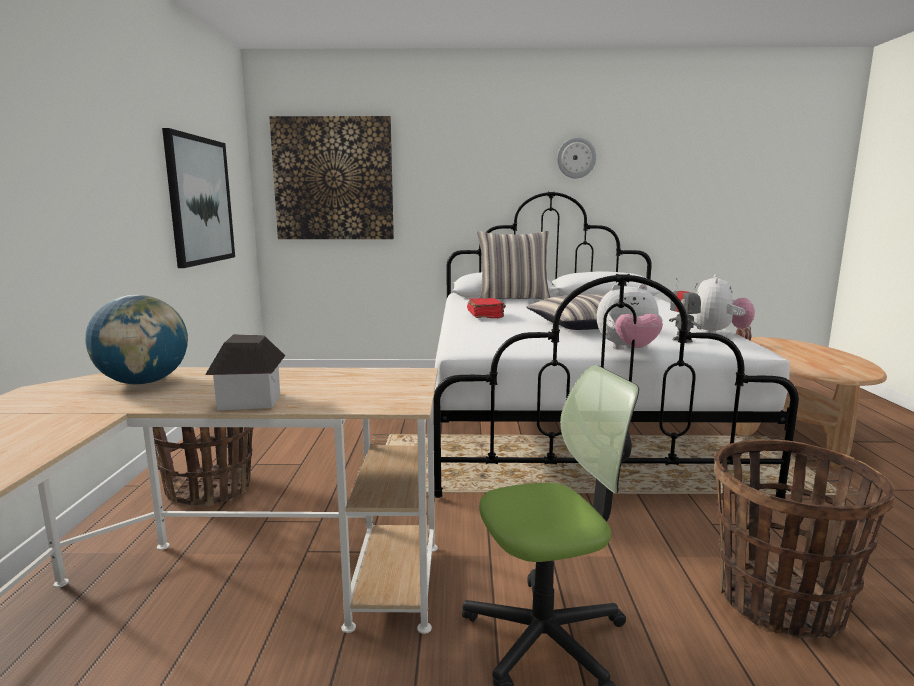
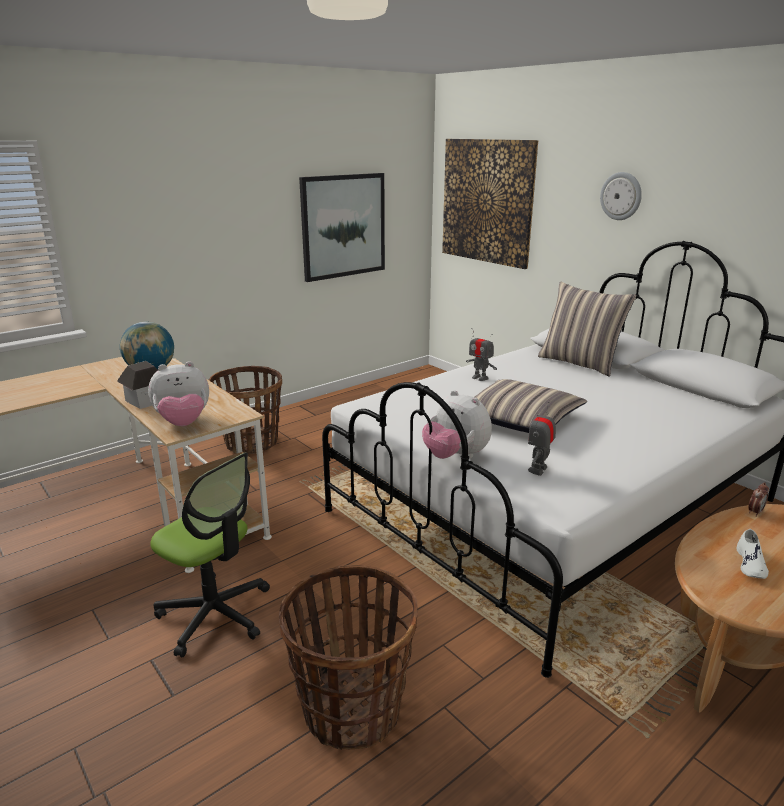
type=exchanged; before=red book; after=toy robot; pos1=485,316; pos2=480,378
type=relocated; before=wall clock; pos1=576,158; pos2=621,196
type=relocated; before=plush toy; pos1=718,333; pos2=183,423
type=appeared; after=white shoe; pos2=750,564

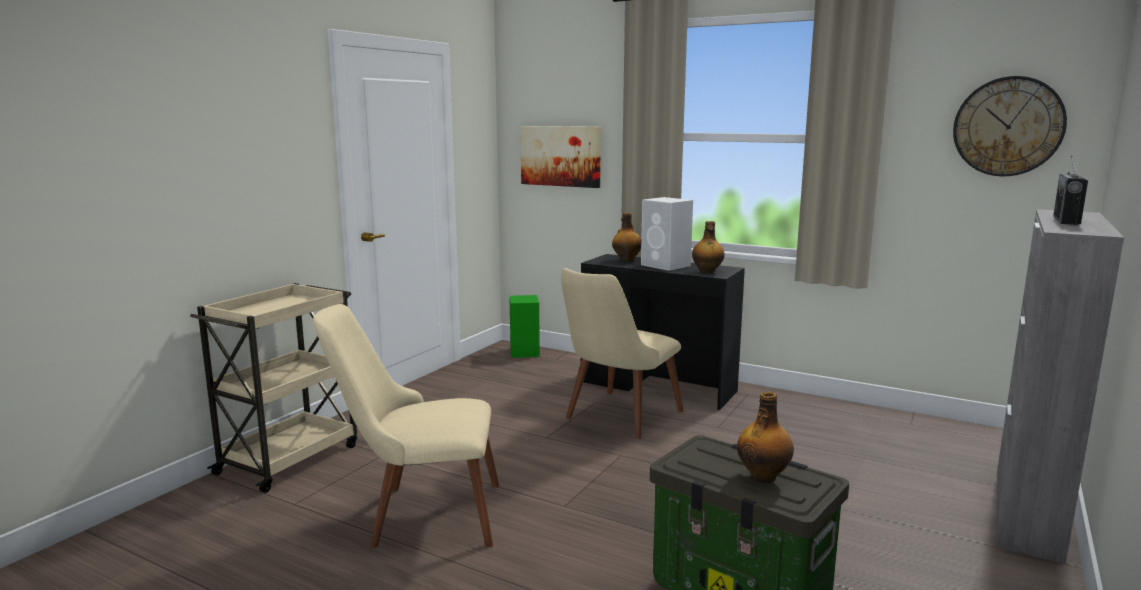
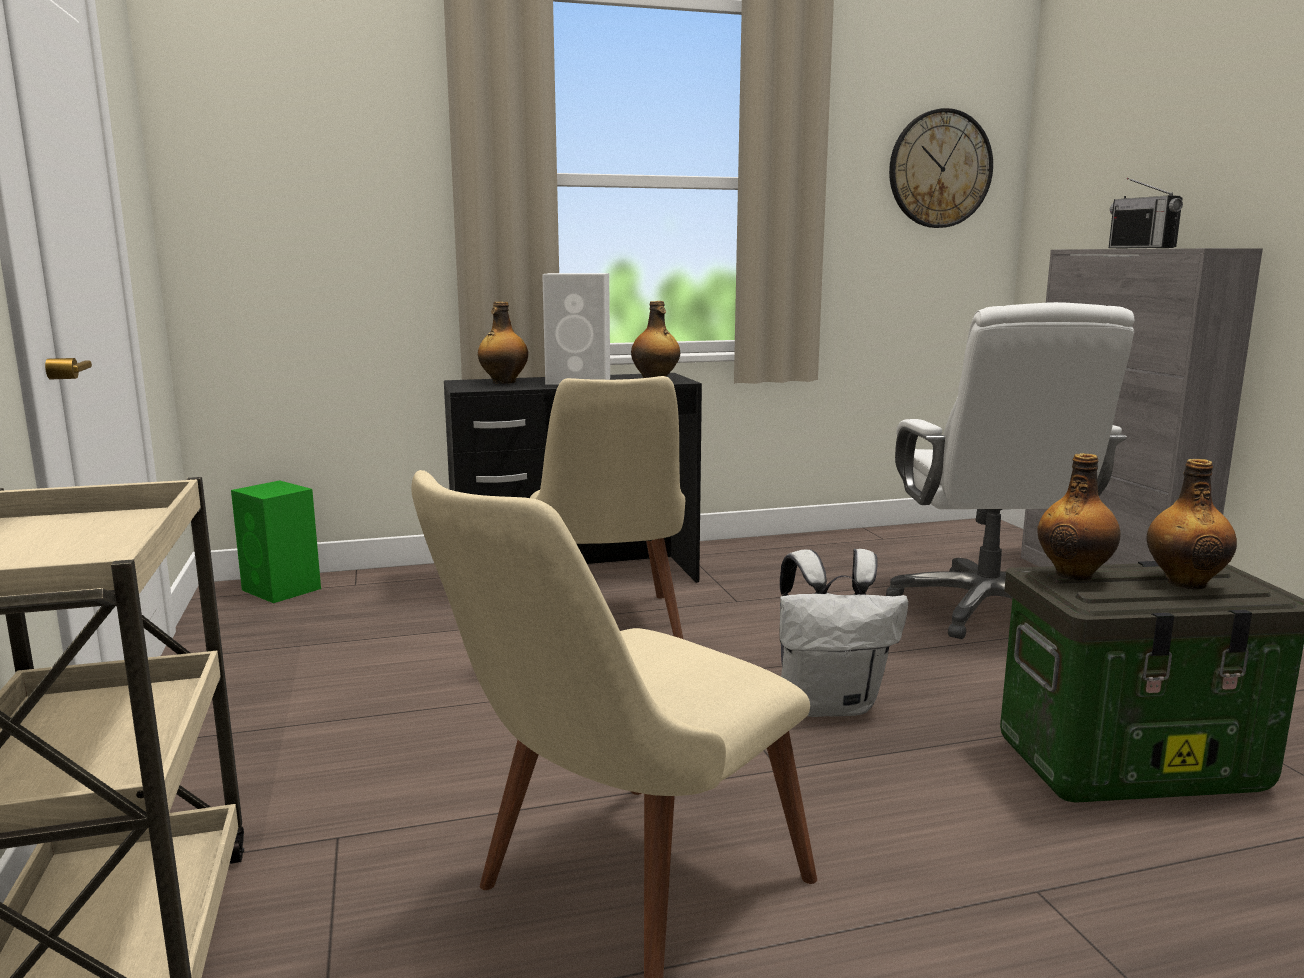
type=missing; before=picture; pos1=561,156
type=appeared; after=white backpack; pos2=830,704
type=appeared; after=white office chair; pos2=986,609
type=appeared; after=bottle; pos2=1074,574

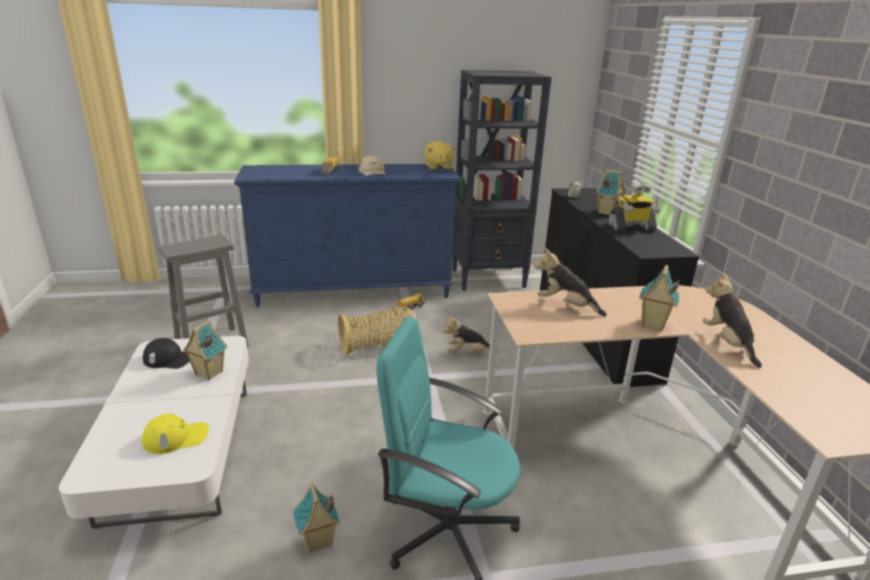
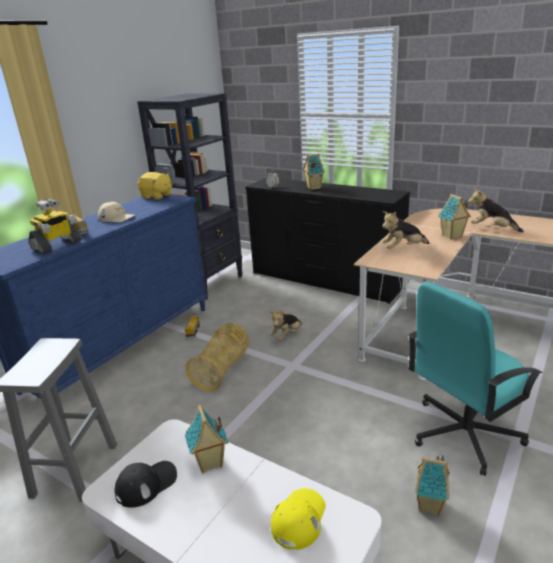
type=relocated; before=toy robot; pos1=631,228; pos2=57,245

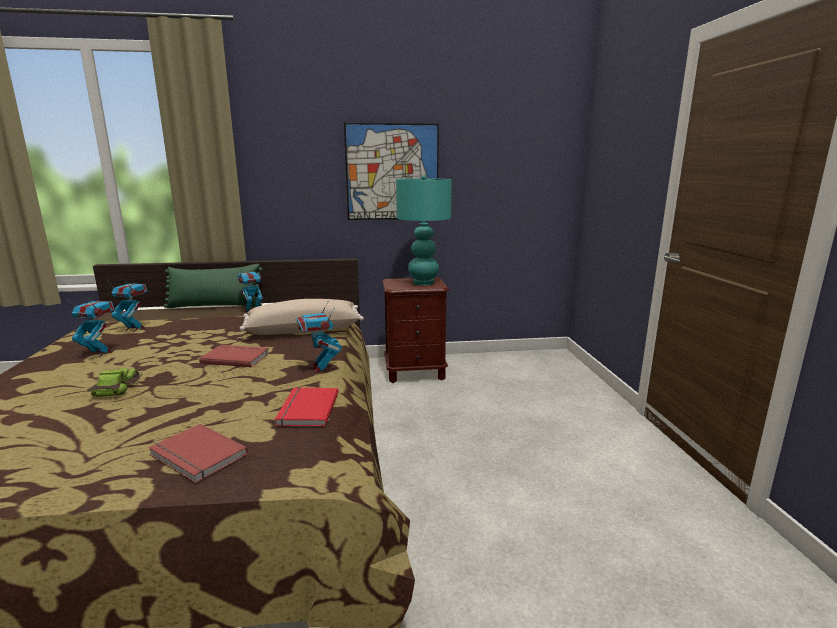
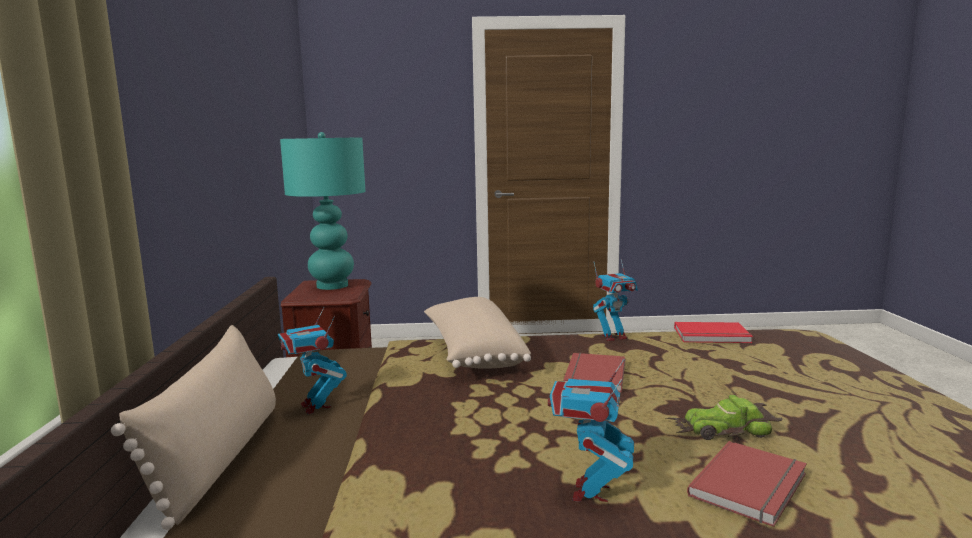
type=missing; before=toy robot; pos1=134,329
type=relocated; before=red book; pos1=196,456; pos2=752,486
type=colour; before=green pillow; after=beige pillow; pos1=215,306; pos2=219,457
type=missing; before=picture; pos1=392,172

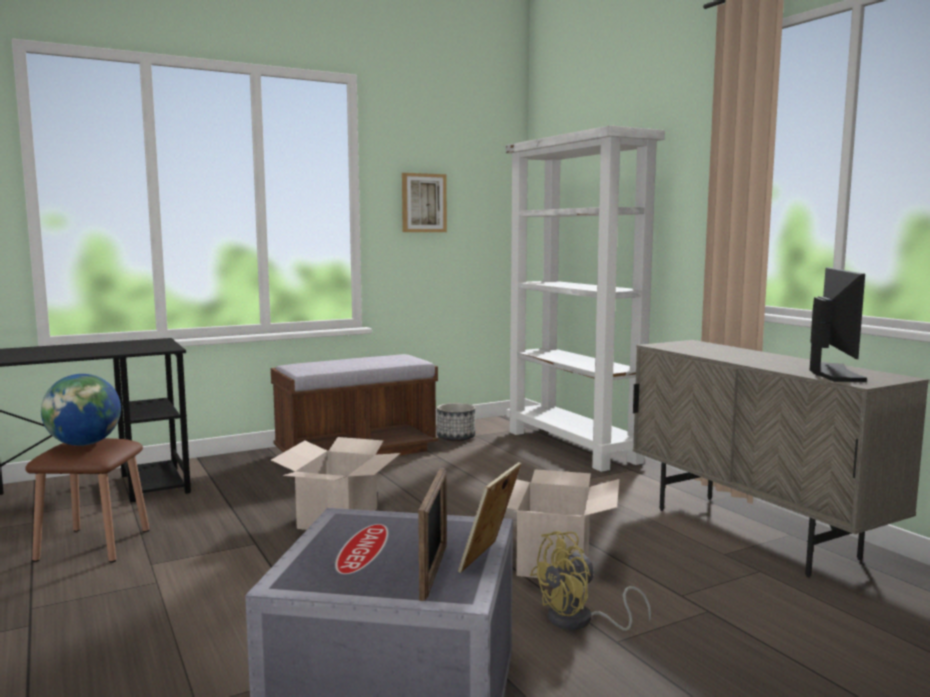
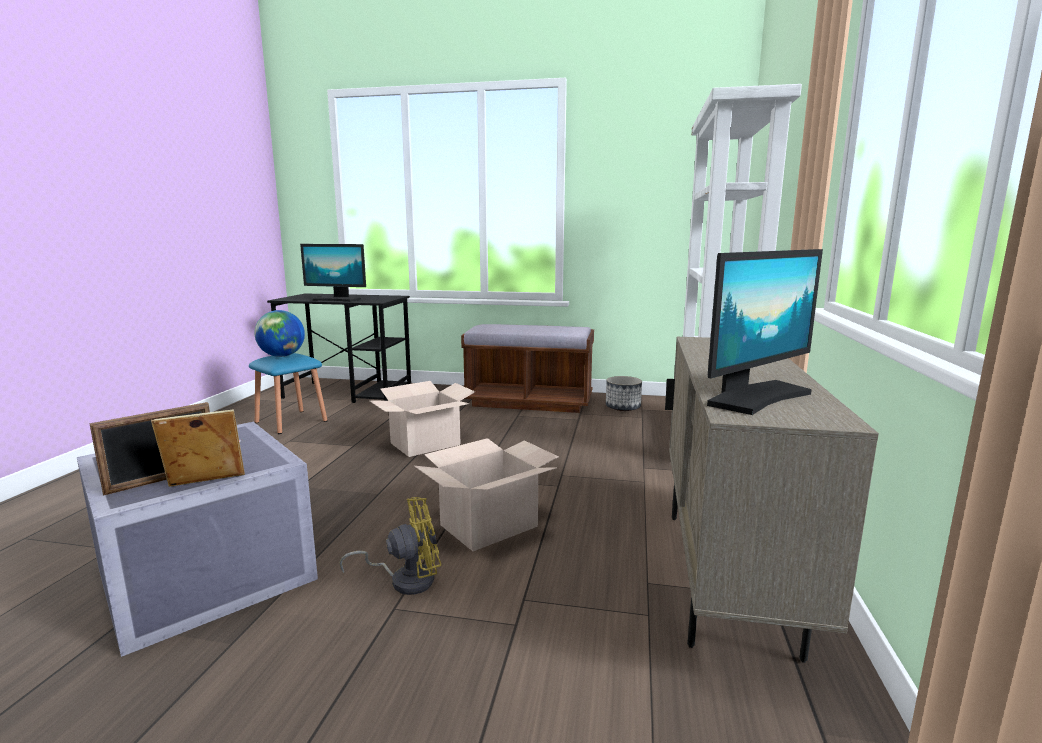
type=colour; before=brown stool; after=blue stool; pos1=93,545; pos2=291,421
type=missing; before=picture; pos1=423,203
type=spun; before=yellow fan; pos1=580,621; pos2=405,579; turn=150
type=appeared; after=monitor; pos2=336,299

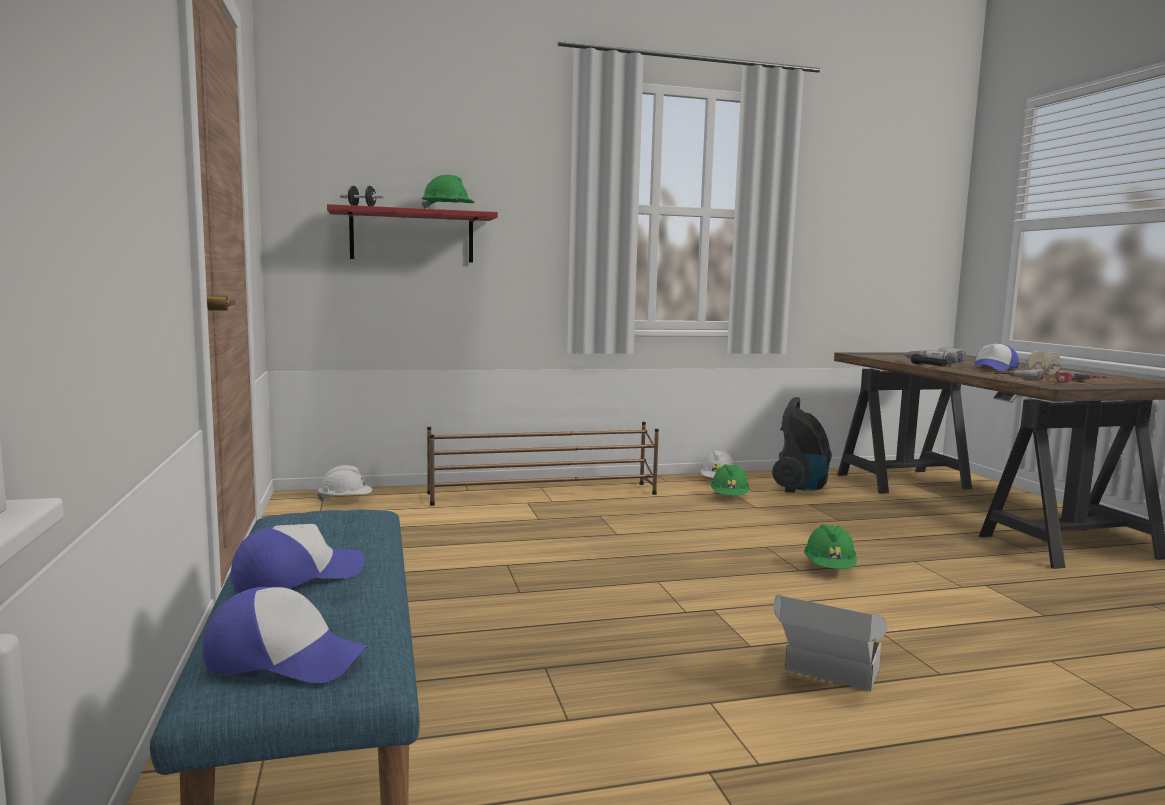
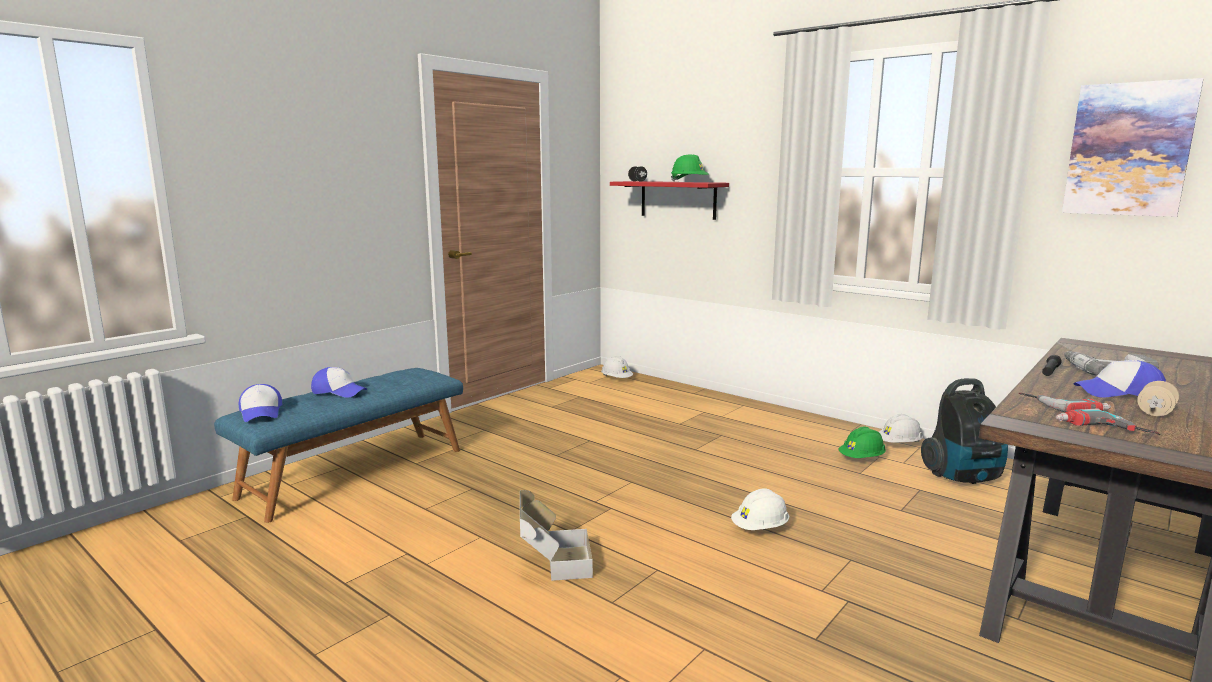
type=missing; before=brown shoe rack; pos1=544,494
type=colour; before=green hard hat; after=white hard hat; pos1=829,568; pos2=760,528
type=appeared; after=picture; pos2=1128,149

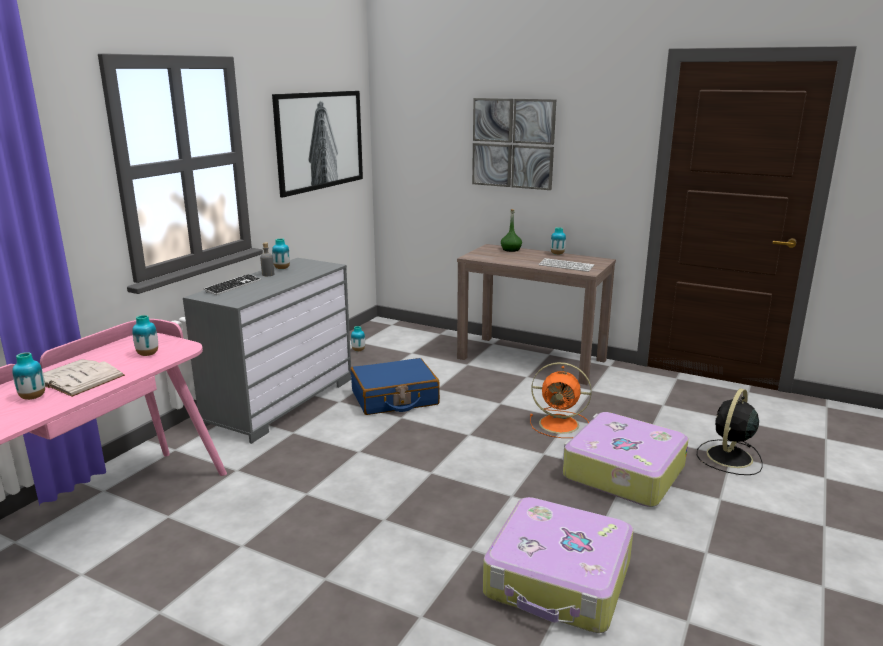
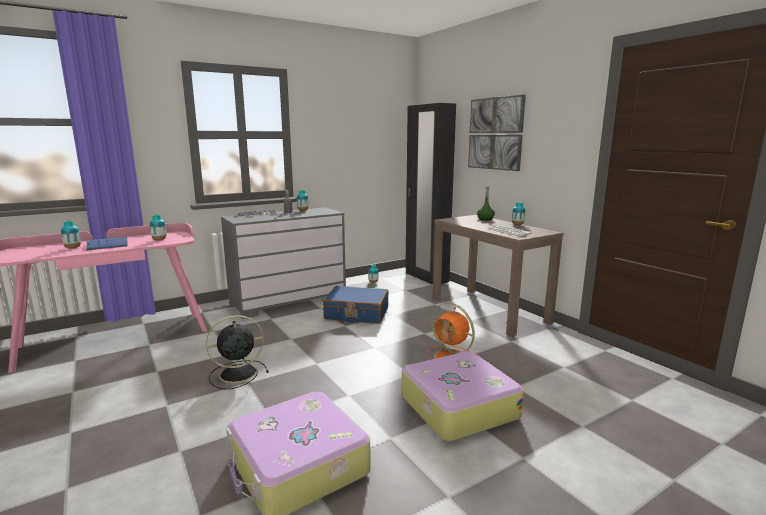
type=colour; before=white book; after=blue book; pos1=76,378; pos2=107,244
type=missing; before=picture; pos1=320,140
type=relocated; before=black fan; pos1=728,457; pos2=236,374
type=appeared; after=black wardrobe; pos2=426,277

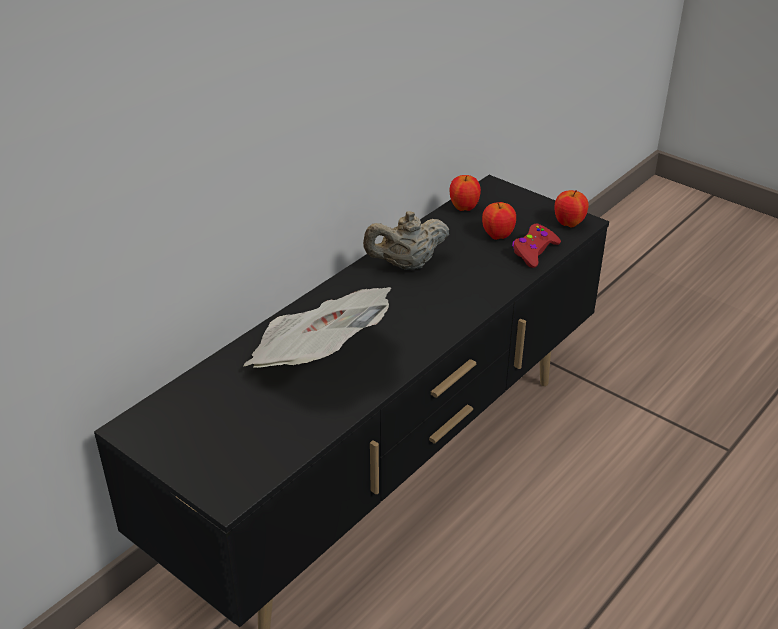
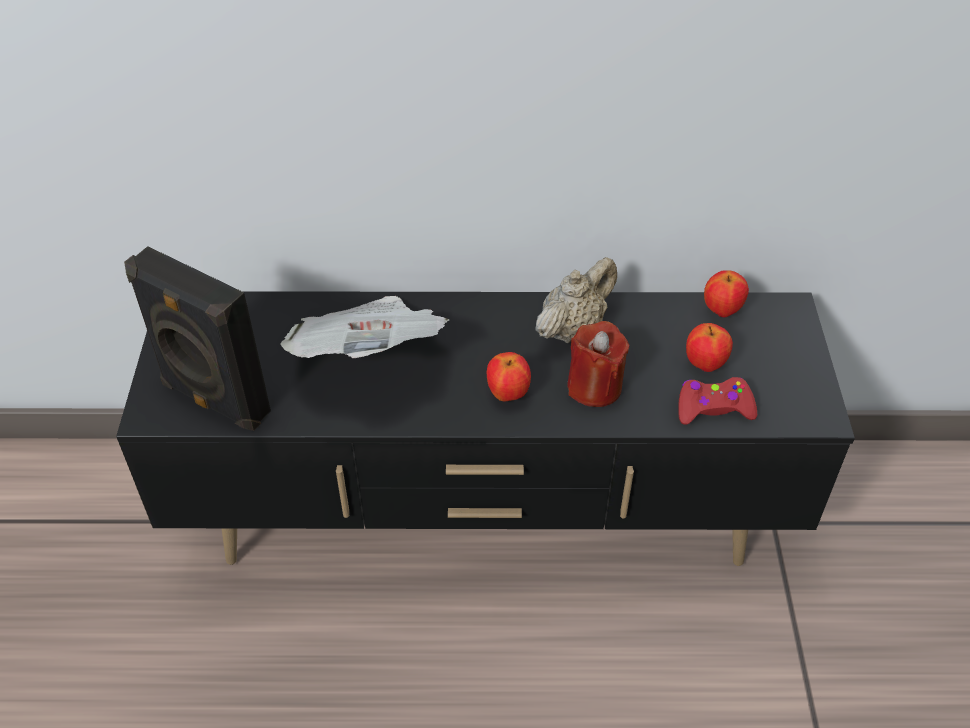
type=spun; before=beige teapot; pos1=406,265; pos2=573,328; turn=105
type=relocated; before=apple; pos1=569,224; pos2=508,394
type=appeared; after=black speaker; pos2=214,400
type=appeared; after=red candle; pos2=594,387

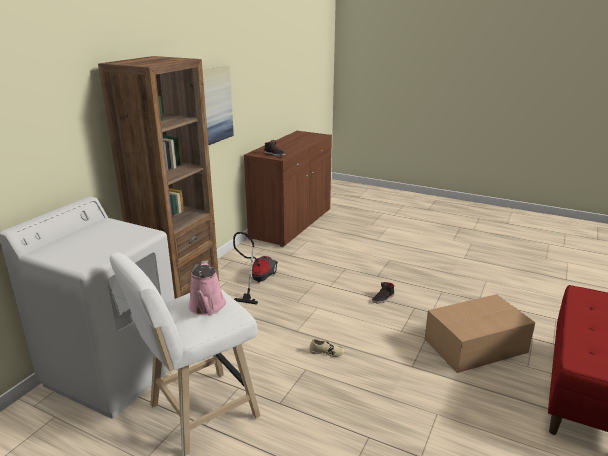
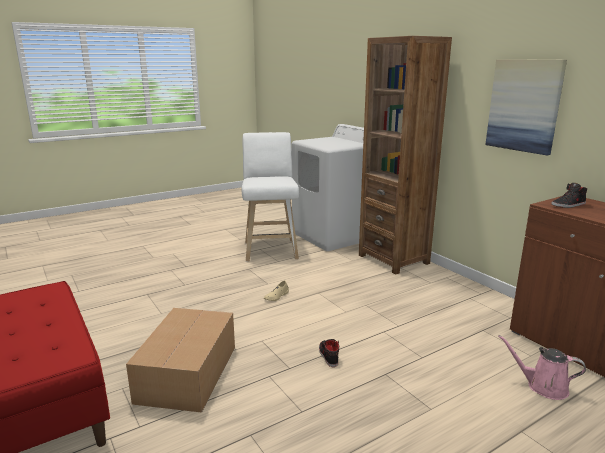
type=relocated; before=pink watering can; pos1=207,307; pos2=543,386
type=missing; before=vacuum cleaner; pos1=256,281

